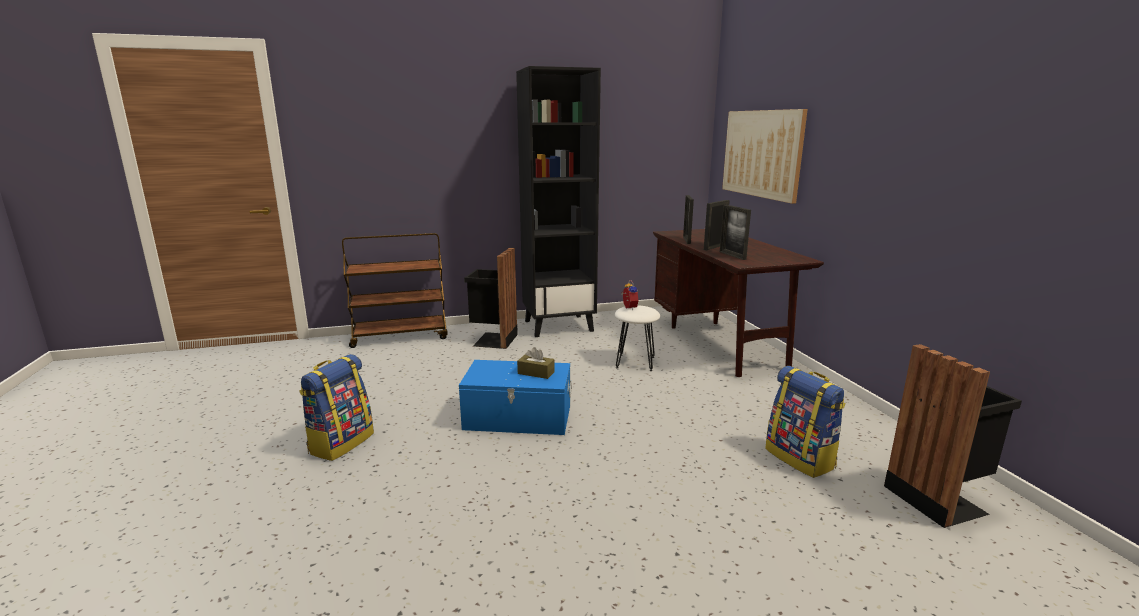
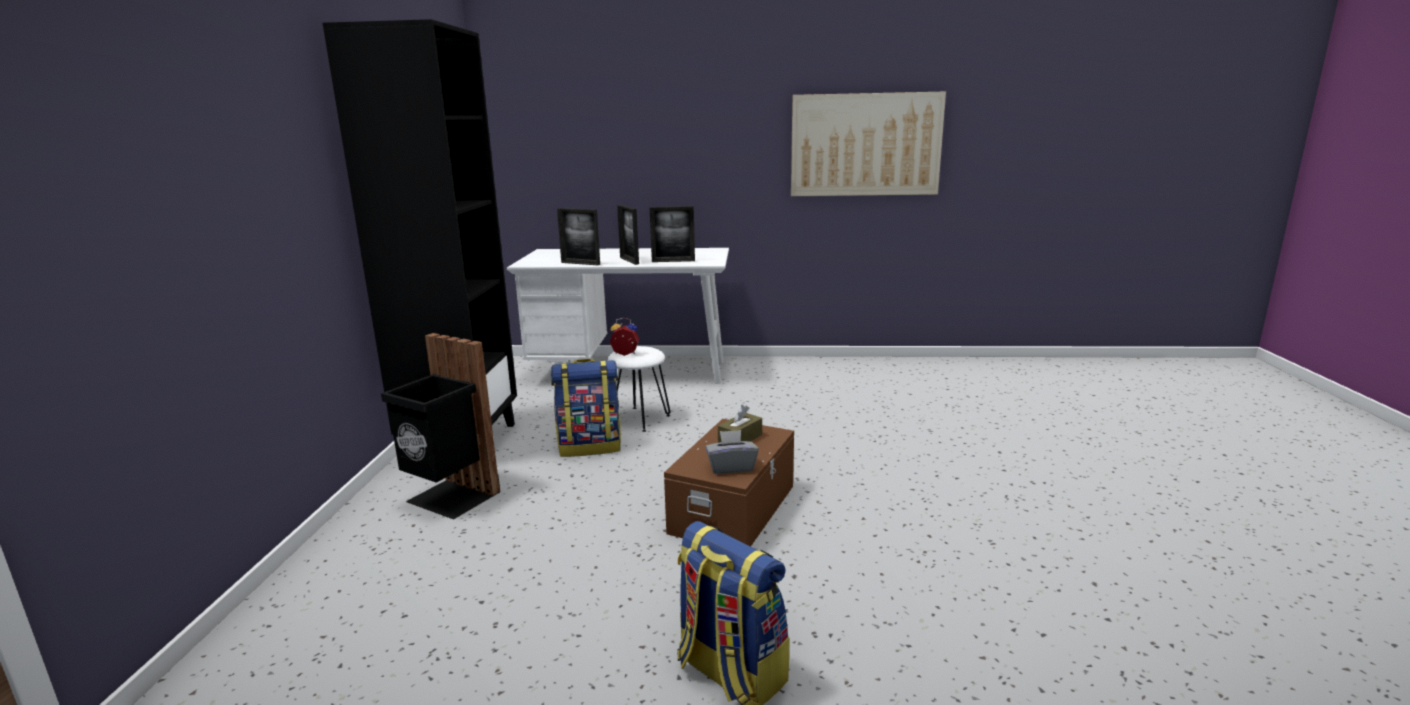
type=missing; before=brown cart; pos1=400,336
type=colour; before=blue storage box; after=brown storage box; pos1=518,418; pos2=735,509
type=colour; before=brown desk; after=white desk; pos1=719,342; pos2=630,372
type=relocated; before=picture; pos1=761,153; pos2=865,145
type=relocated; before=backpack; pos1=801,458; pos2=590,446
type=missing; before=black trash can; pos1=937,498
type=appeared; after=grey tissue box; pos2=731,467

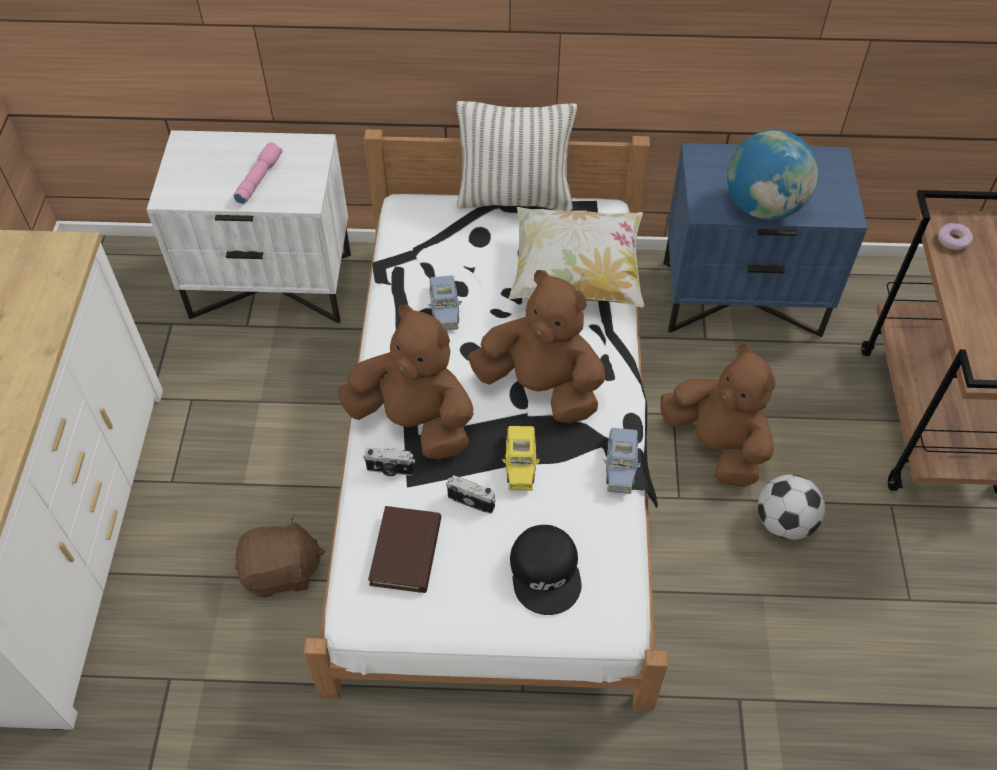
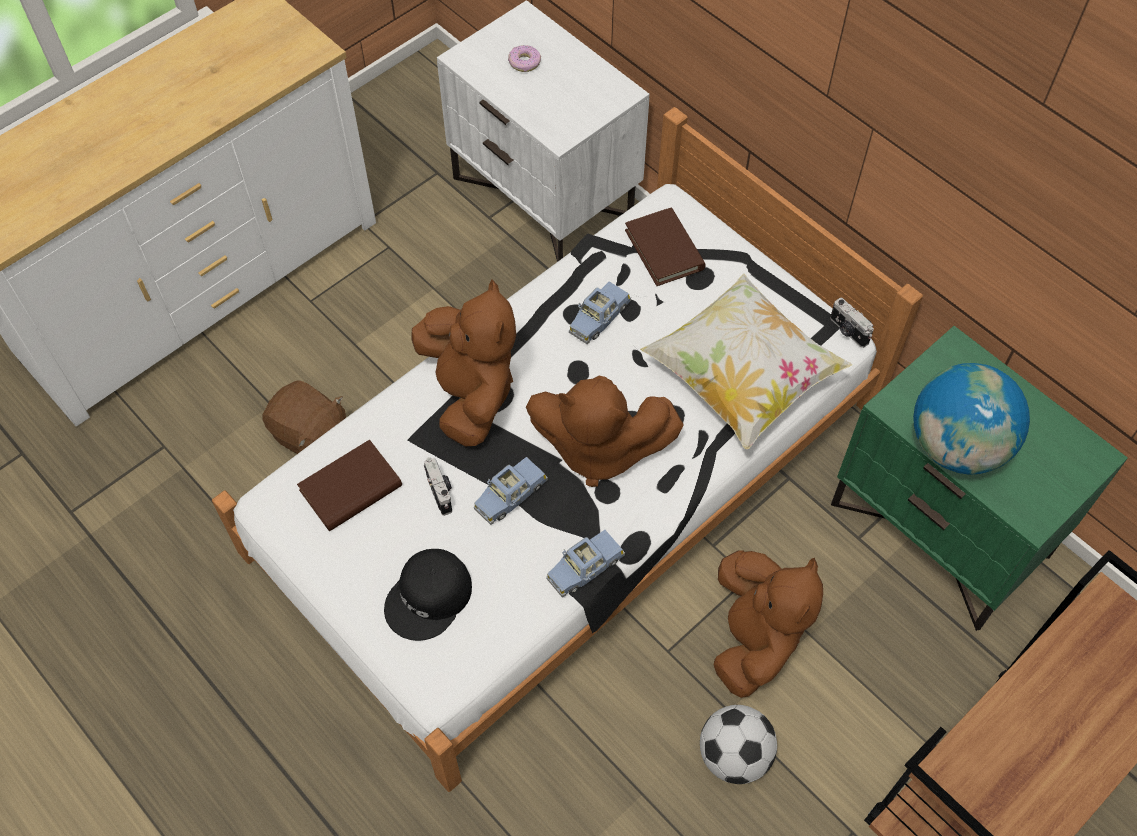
type=missing; before=pink flashlight; pos1=258,178
type=relocated; before=photo camera; pos1=390,470; pos2=848,331
type=missing; before=pillow; pos1=514,198
type=spun; before=brown plush toy; pos1=541,387; pos2=598,448; turn=120
type=colour; before=yellow toy car; after=blue toy car; pos1=520,462; pos2=510,495
type=colour; before=blue nightstand; after=green nightstand; pos1=741,297; pos2=941,529
type=relocated; before=donut; pos1=953,240; pos2=524,63
type=appeared; after=brown book; pos2=664,250

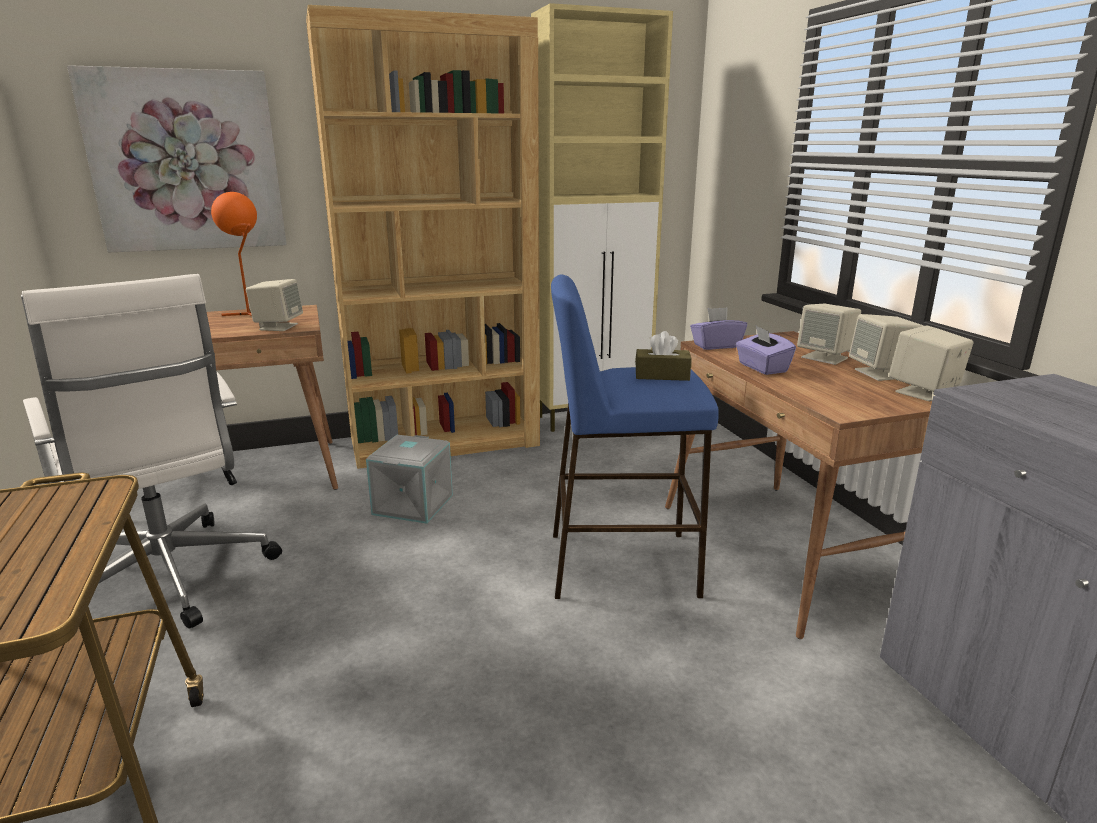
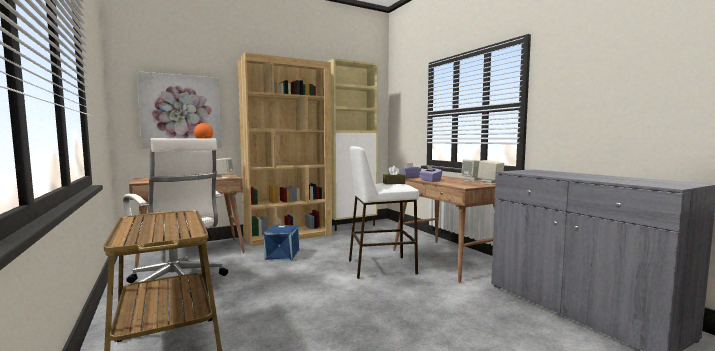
type=colour; before=grey storage box; after=blue storage box; pos1=414,505; pos2=283,255
type=colour; before=blue stool; after=white stool; pos1=620,564; pos2=381,267
type=missing; before=beige speaker; pos1=825,358

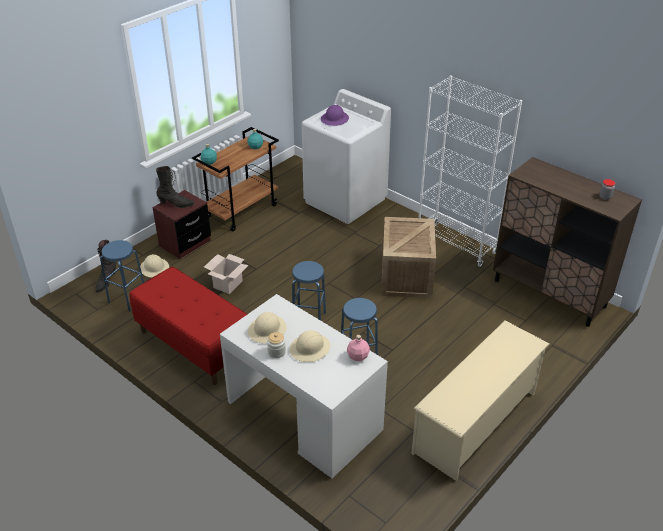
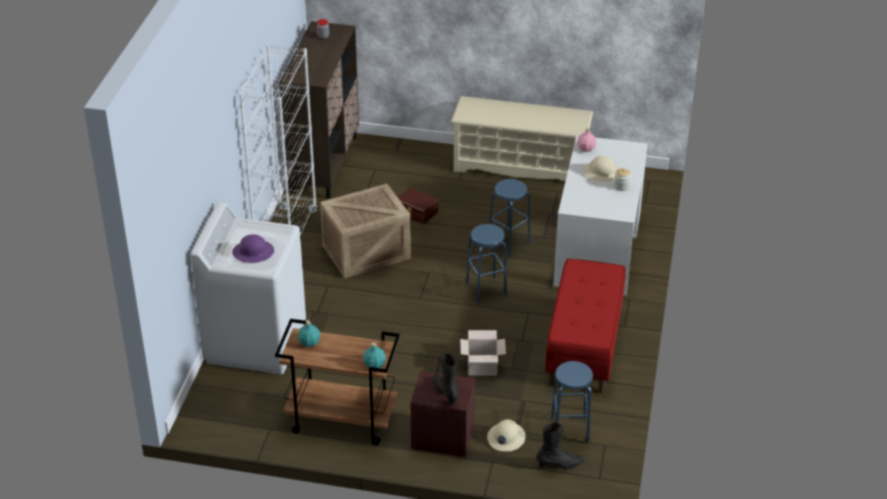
type=missing; before=beige hard hat; pos1=267,330
type=appeared; after=brown storage box; pos2=416,212

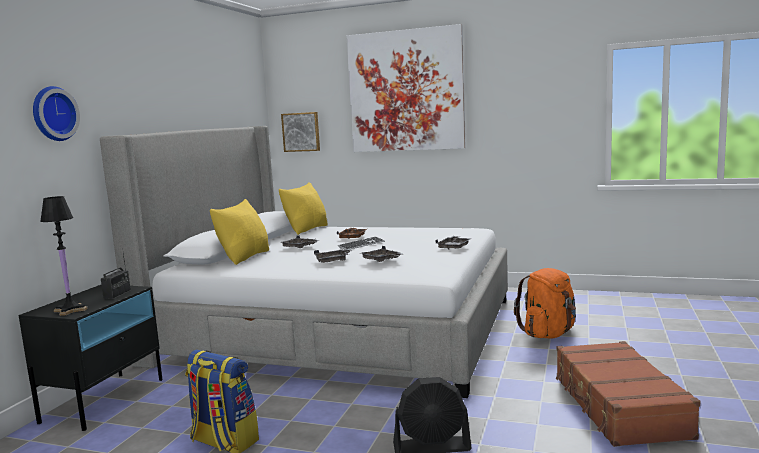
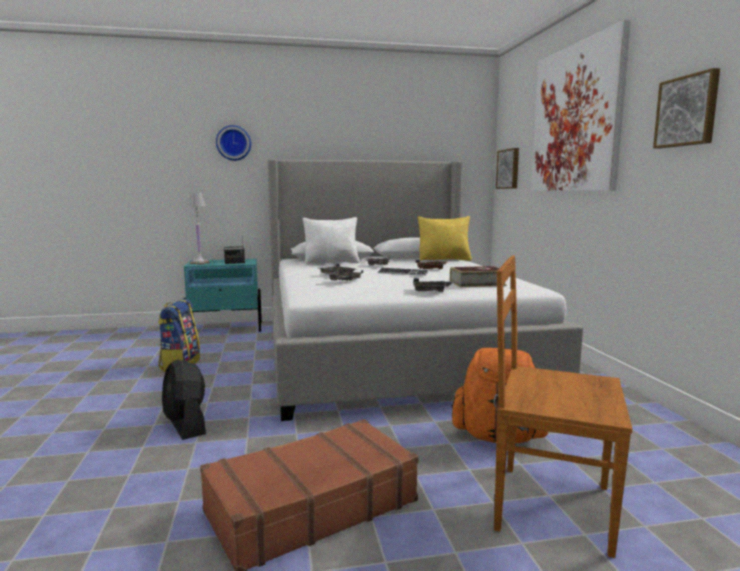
type=colour; before=black nightstand; after=turquoise nightstand; pos1=104,399; pos2=226,328
type=colour; before=black table lamp; after=white table lamp; pos1=70,310; pos2=200,263
type=colour; before=yellow pillow; after=white pillow; pos1=244,257; pos2=332,262
type=appeared; after=book; pos2=477,283
type=appeared; after=brown chair; pos2=549,506
type=appeared; after=picture; pos2=687,111

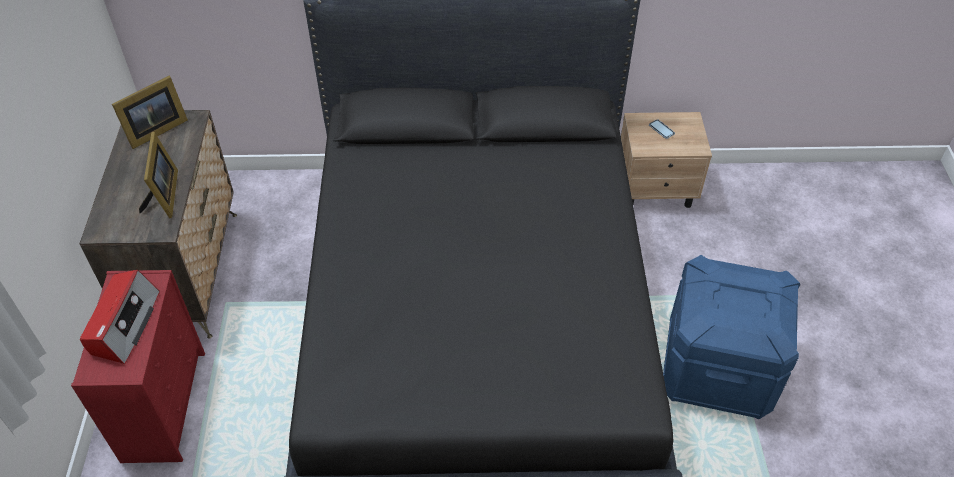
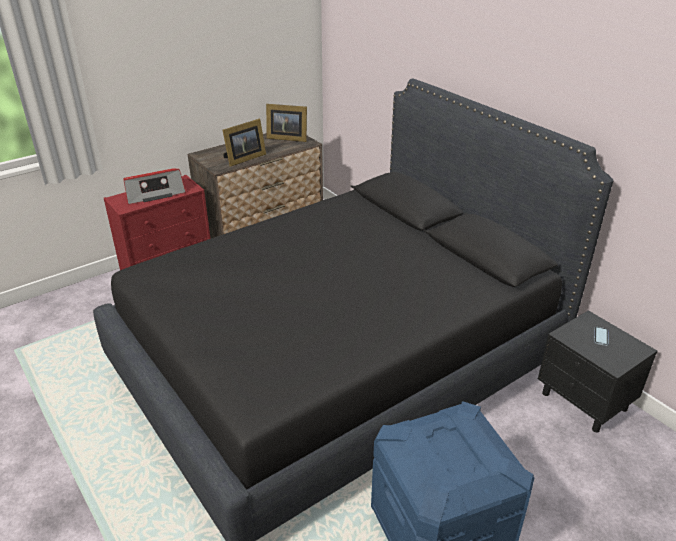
type=colour; before=beige nightstand; after=black nightstand; pos1=656,190; pos2=584,402

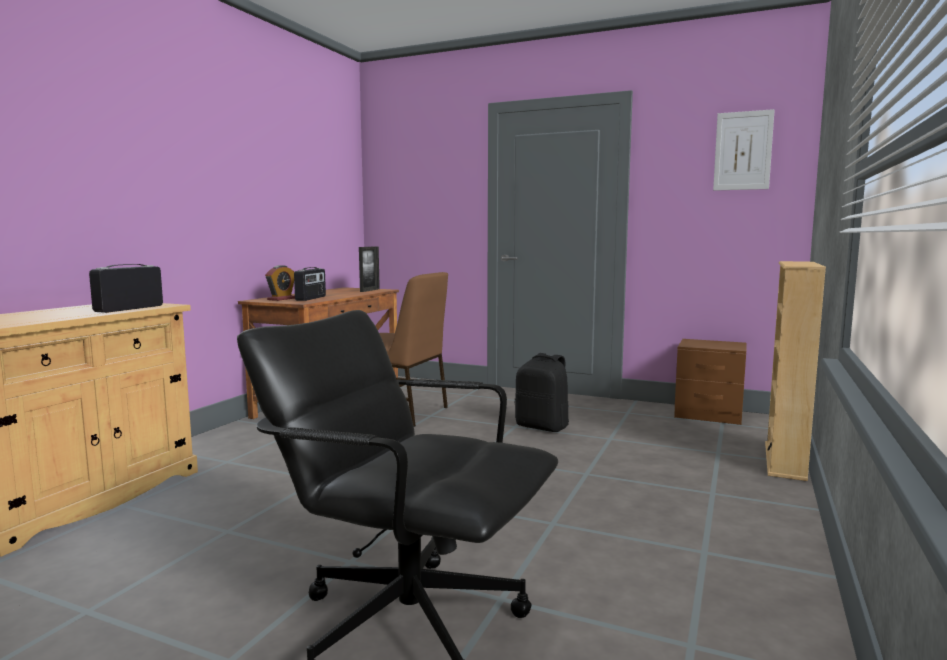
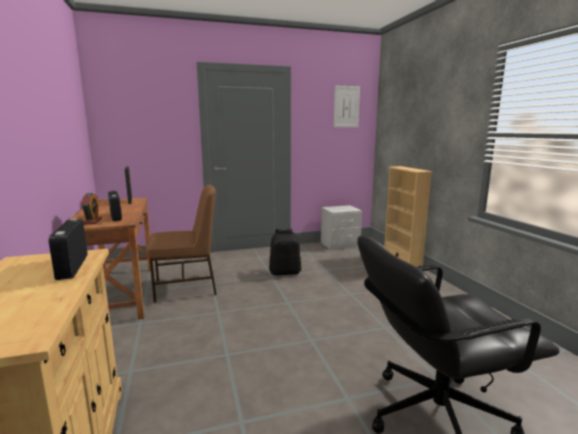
type=colour; before=brown nightstand; after=grey nightstand; pos1=708,414; pos2=340,244

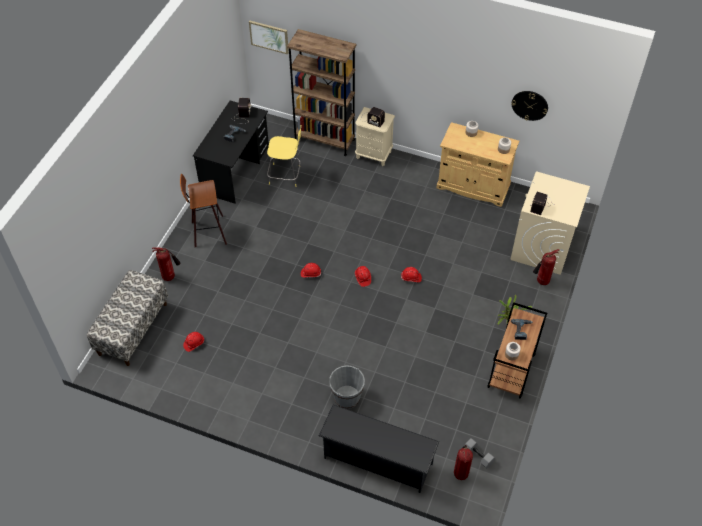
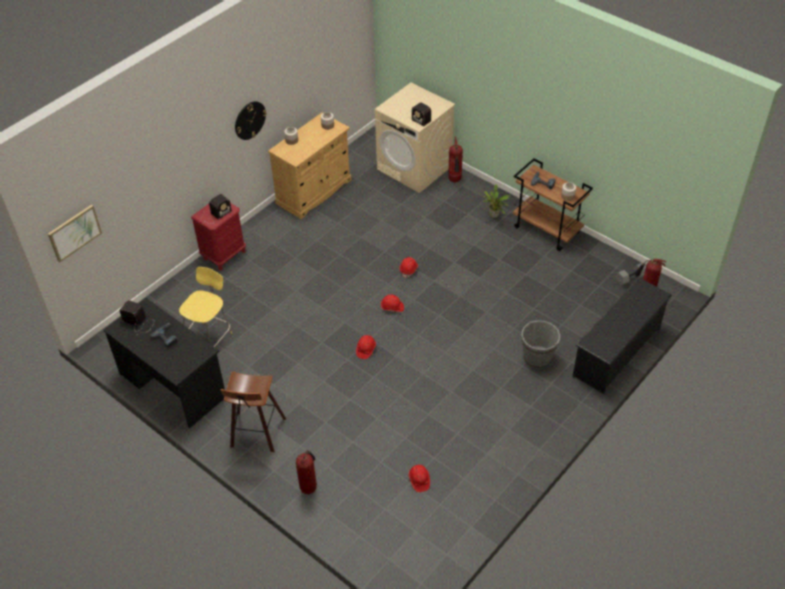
type=missing; before=bench; pos1=133,328
type=missing; before=brown bookcase; pos1=324,140
type=colour; before=beige nightstand; after=red nightstand; pos1=374,154; pos2=224,255
type=relocated; before=wall clock; pos1=529,105; pos2=249,120

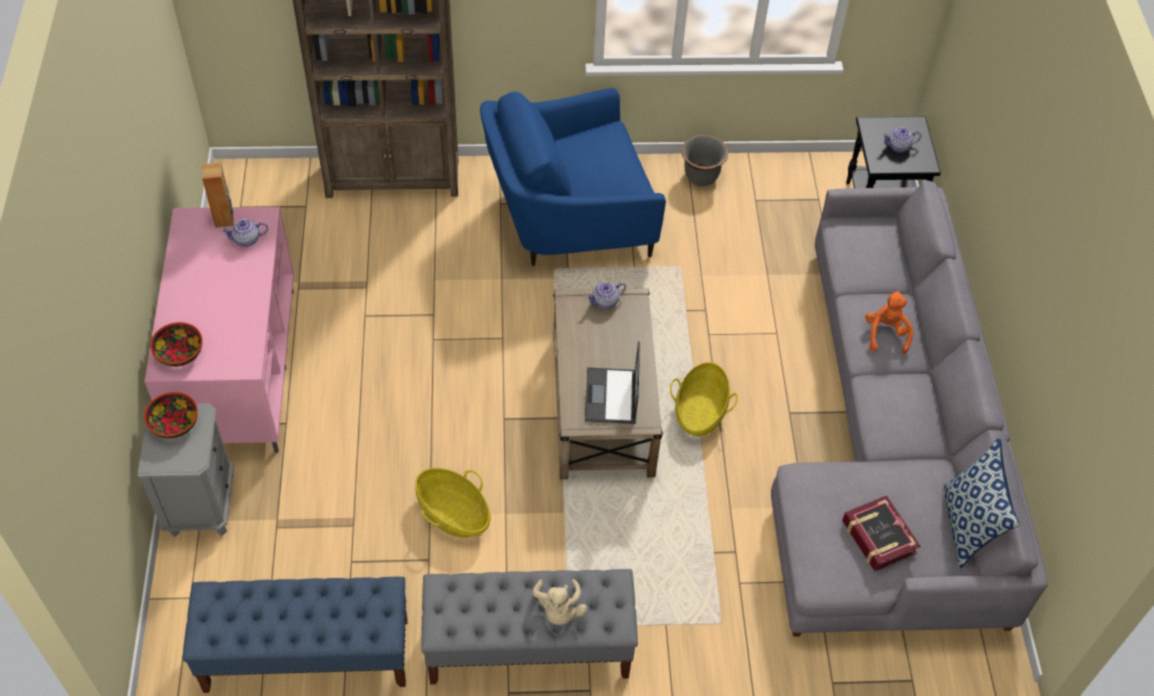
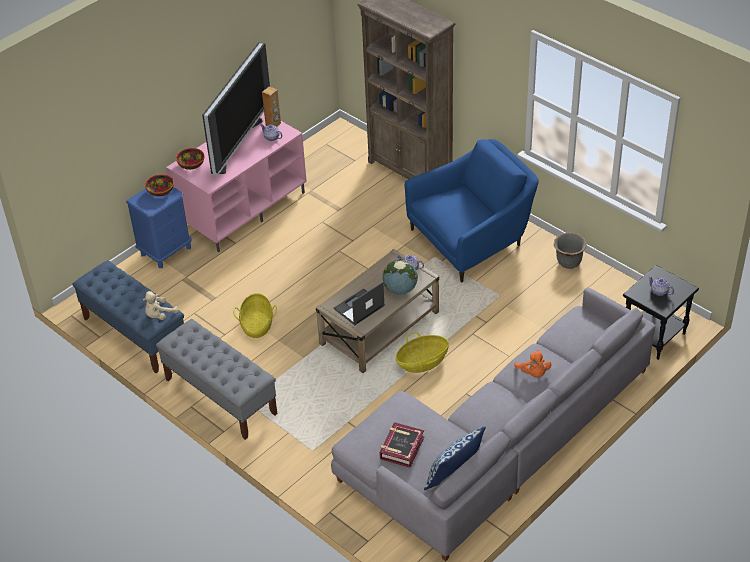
type=colour; before=grey nightstand; after=blue nightstand; pos1=201,503; pos2=166,251
type=spun; before=blue armchair; pos1=568,218; pos2=472,239; turn=120
type=relocated; before=beige plush toy; pos1=559,610; pos2=159,315
type=spun; before=orange plush toy; pos1=885,334; pos2=533,373; turn=105
type=appeared; after=television; pos2=236,145
type=appeared; after=globe; pos2=400,289

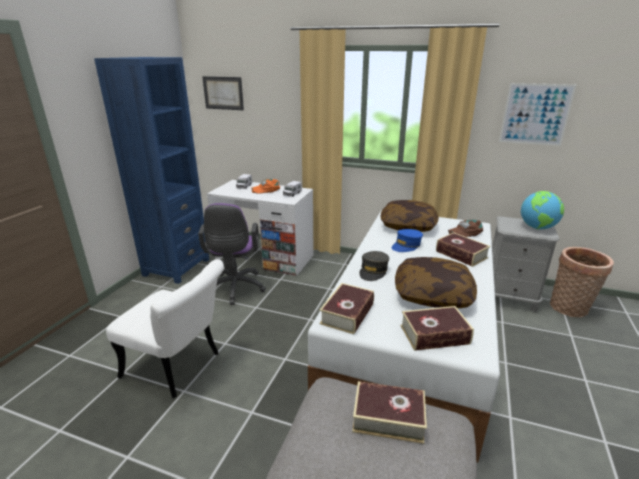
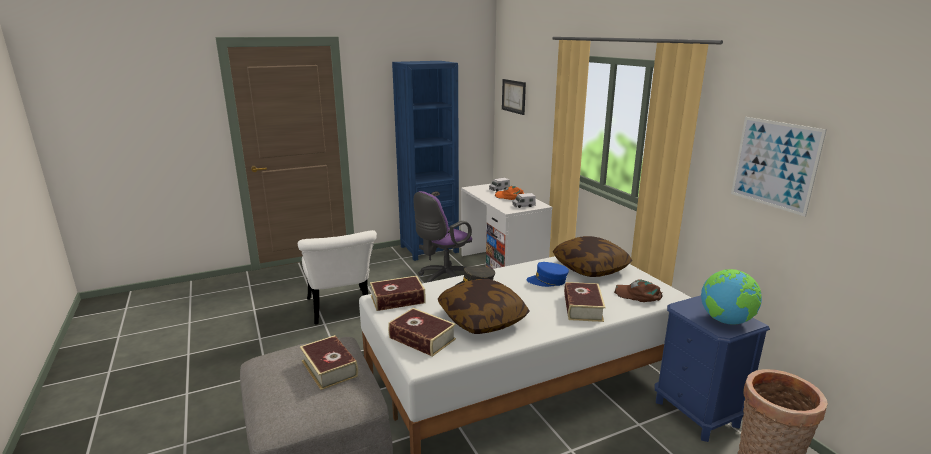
type=colour; before=grey nightstand; after=blue nightstand; pos1=509,298; pos2=697,413

